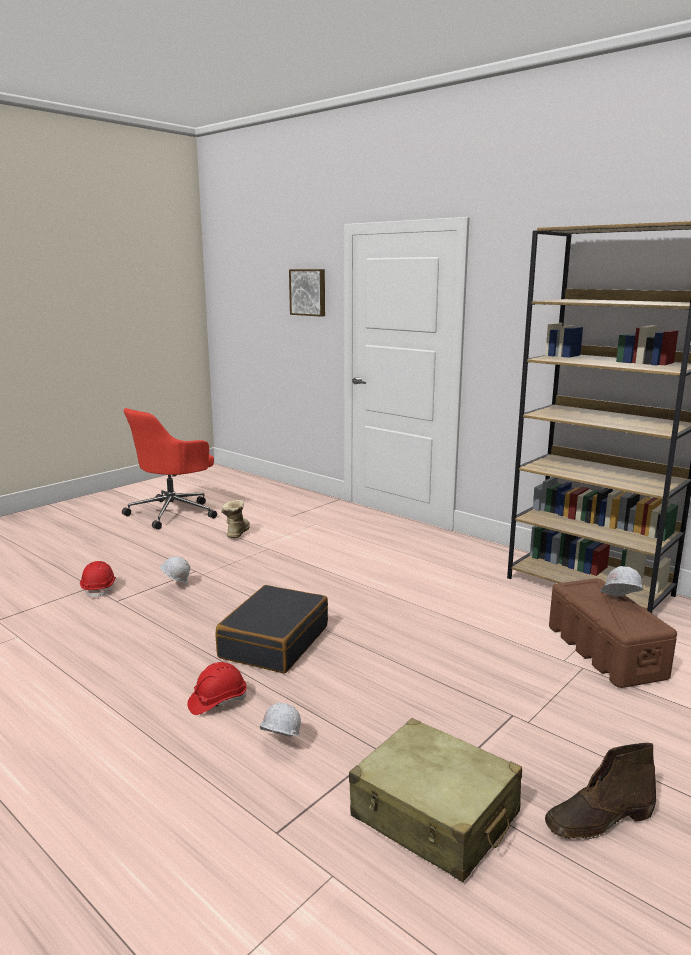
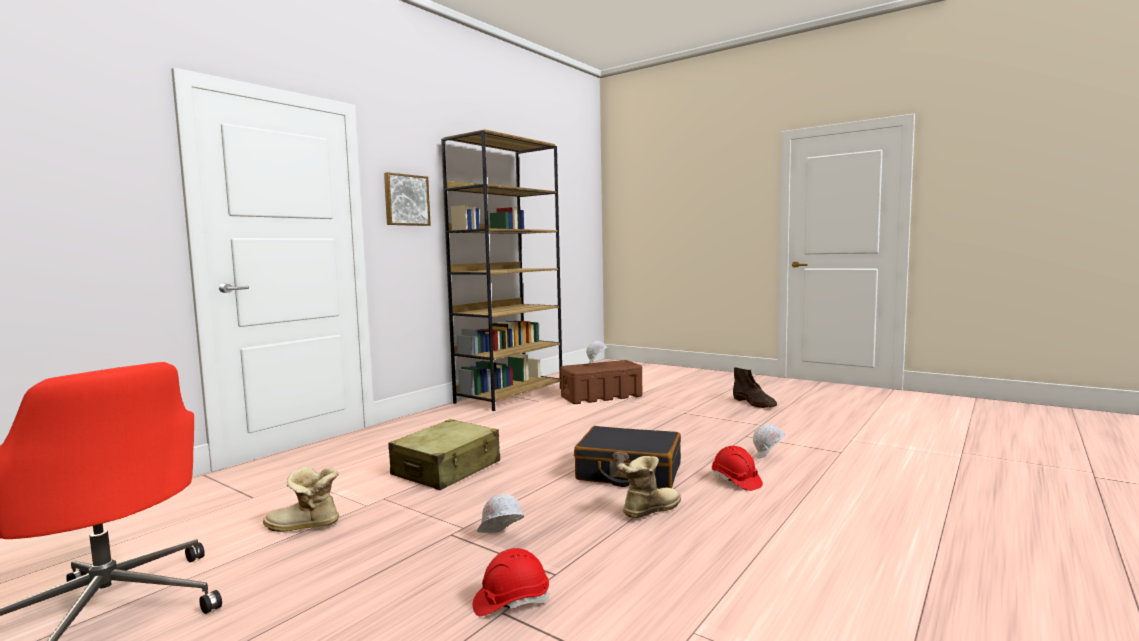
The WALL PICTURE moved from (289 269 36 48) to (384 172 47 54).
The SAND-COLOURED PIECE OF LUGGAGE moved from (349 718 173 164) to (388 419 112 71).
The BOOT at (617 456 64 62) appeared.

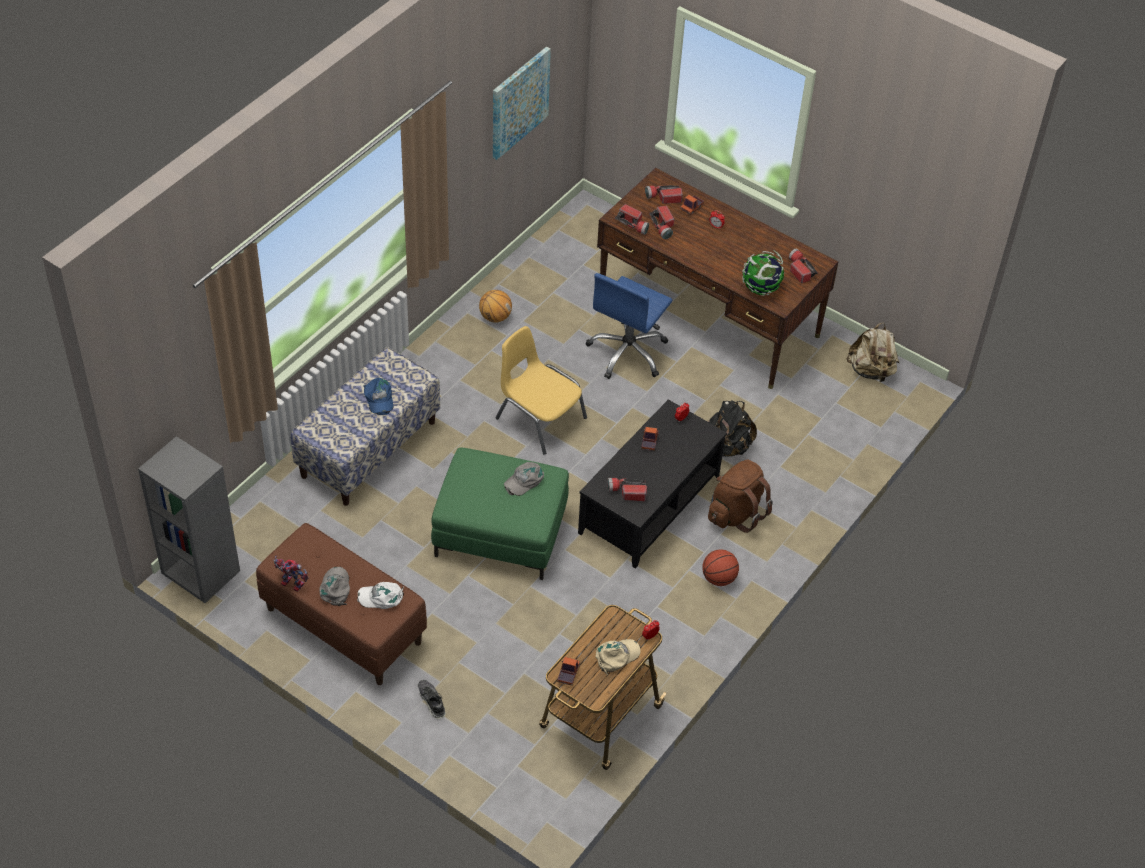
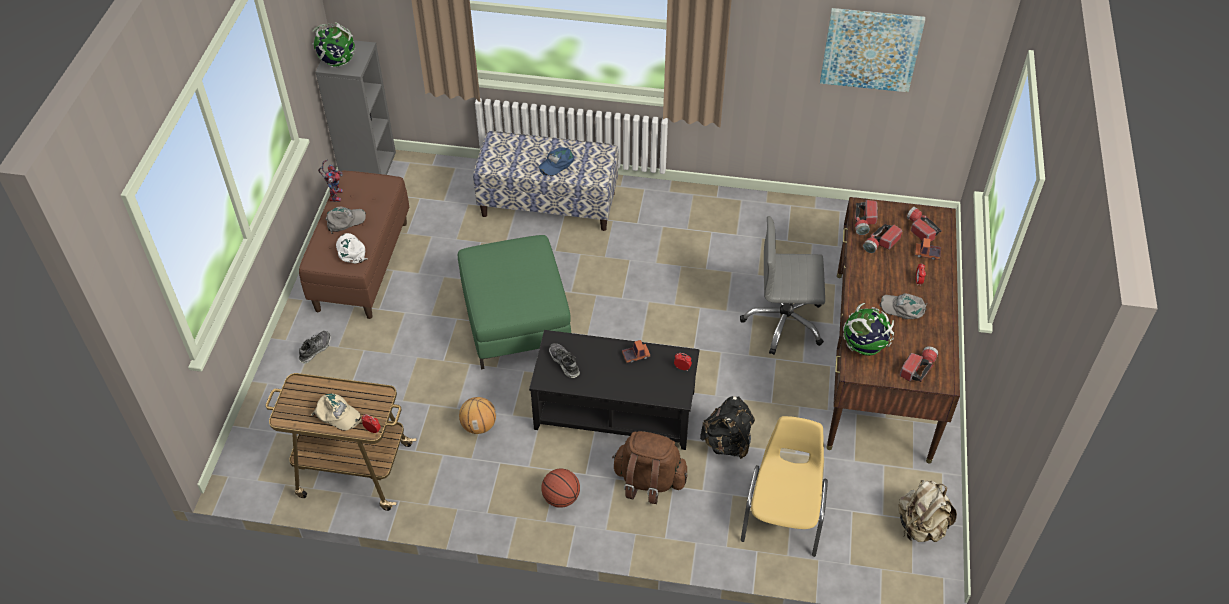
The BLUE-COLOURED COMPUTER CHAIR at (586 273 86 106) became the GREY COMPUTER CHAIR at (740 216 85 139).
The BALL FOR BASKETBALL moved from (479 290 33 33) to (459 397 37 37).
The YELLOWISH PLAIN CHAIR moved from (495 326 92 128) to (741 416 87 141).
The GREY PEAKED CAP moved from (504 462 40 34) to (880 293 47 26).
The TORCH at (608 478 39 23) was replaced by the LOW SHOE at (549 343 31 35).
The TOY TRUCK at (557 657 23 29) disappeared.
The GLOBE at (312 22 44 45) appeared.

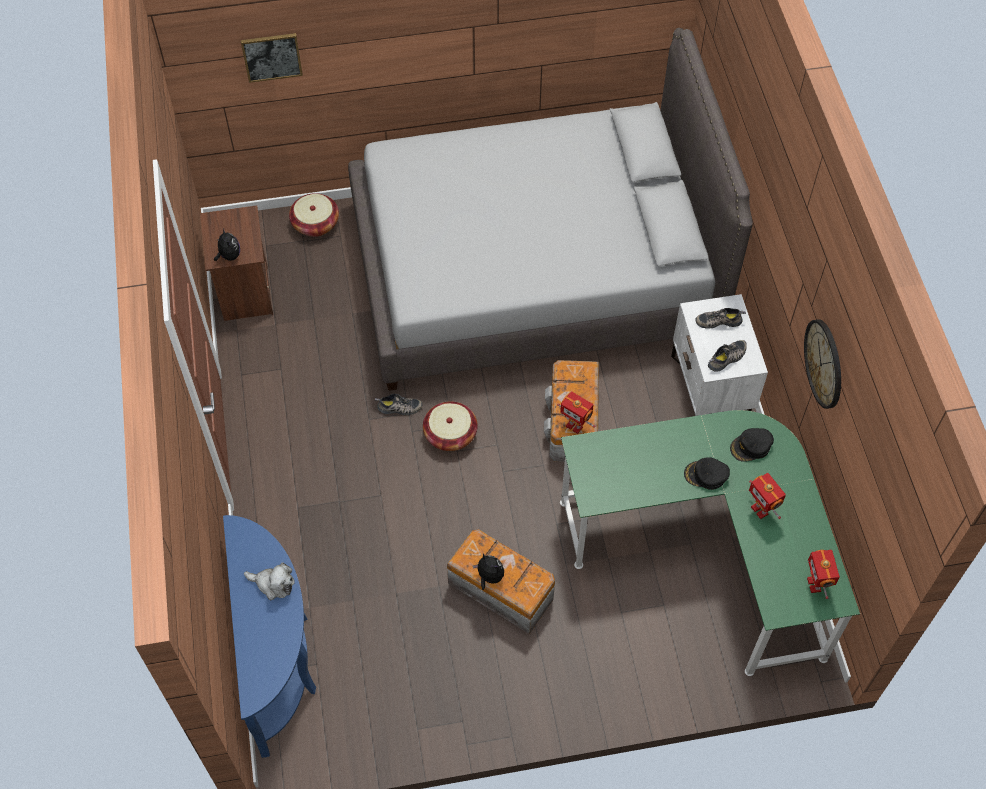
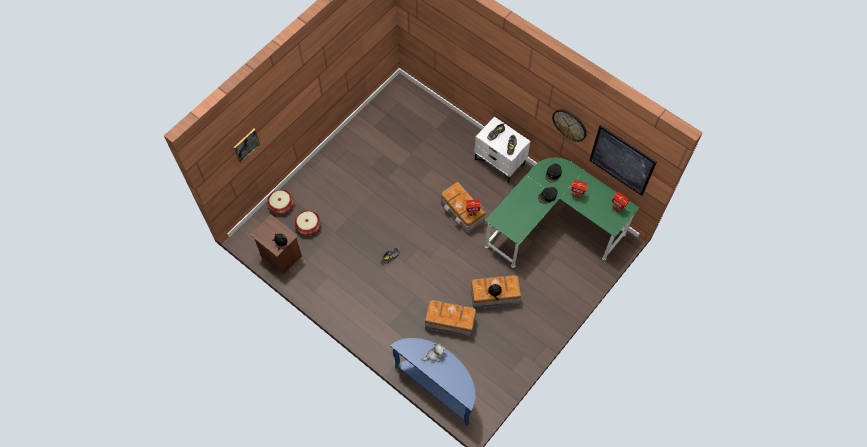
The GREY SLEEPING BED at (348 28 405 363) disappeared.
The HOUSEHOLD BASKET moved from (423 401 55 50) to (294 210 27 25).
The WALL PICTURE at (589 125 68 71) appeared.
The STORAGE BOX at (425 300 51 38) appeared.

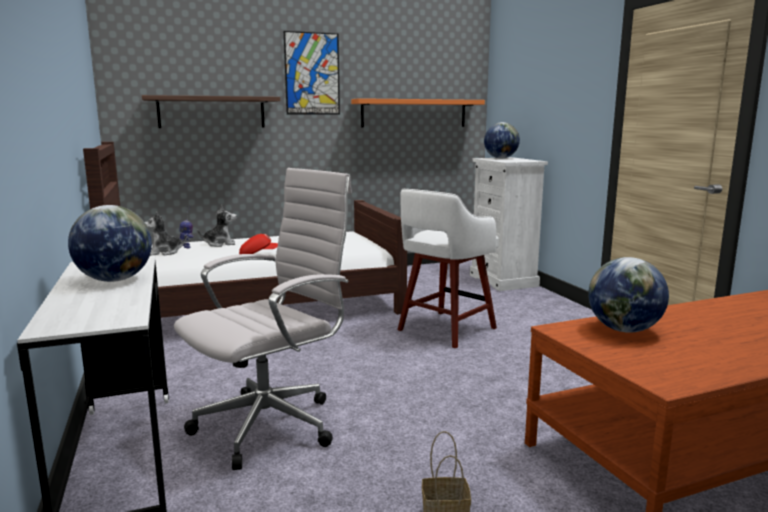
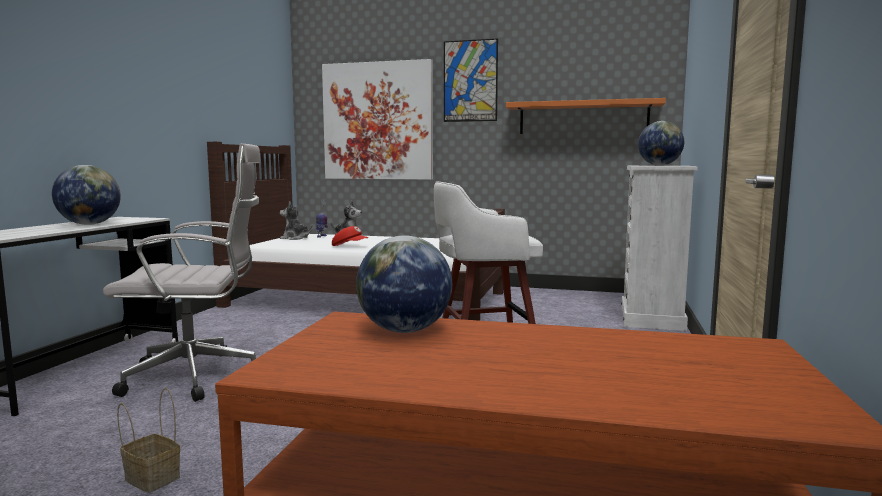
The SHELF at (142 95 138 33) was replaced by the WALL PICTURE at (322 59 111 121).

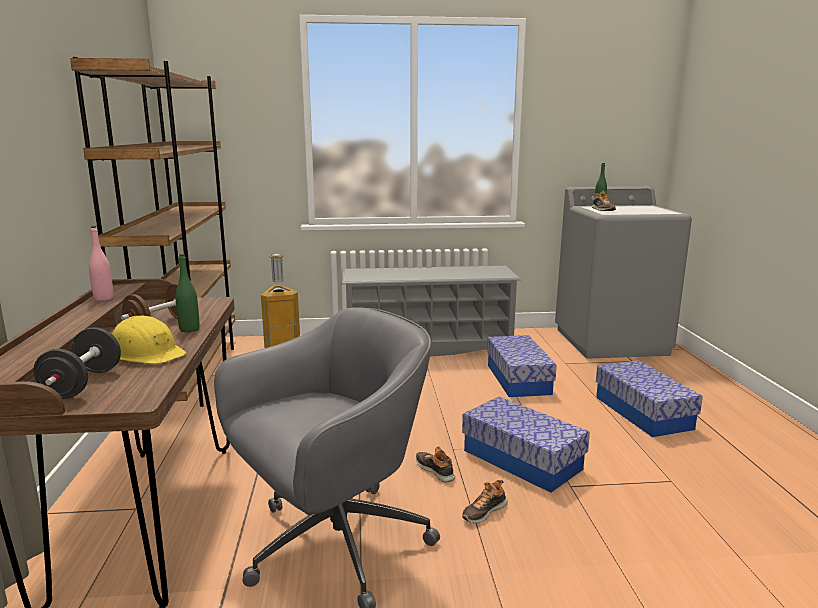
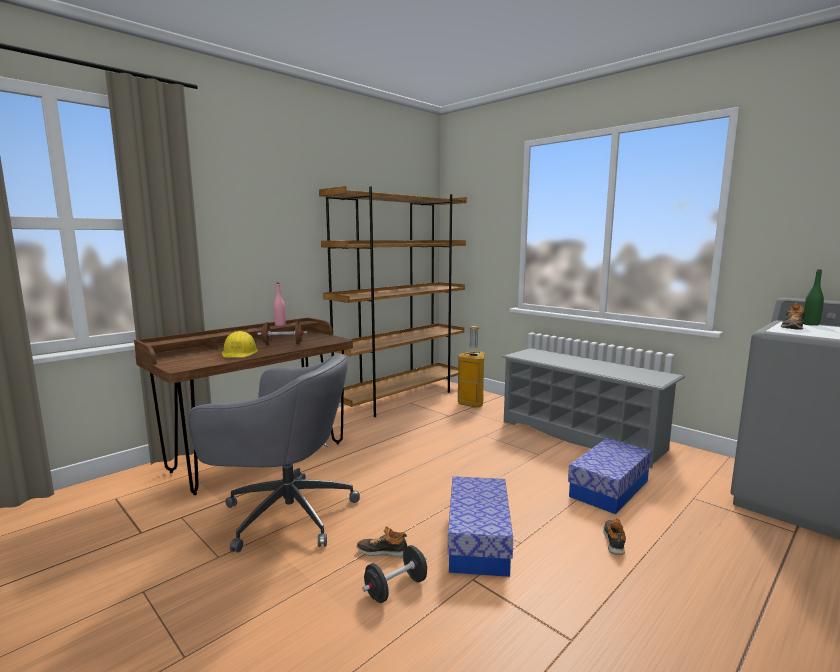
The GREENISH DRINK BOTTLE at (175 254 24 78) disappeared.
The BLACK-COLOURED HAND WEIGHT moved from (33 327 88 72) to (362 545 65 58).
The STORAGE BOX at (596 360 107 77) disappeared.
The LOW SHOE moved from (416 447 39 36) to (603 519 23 36).

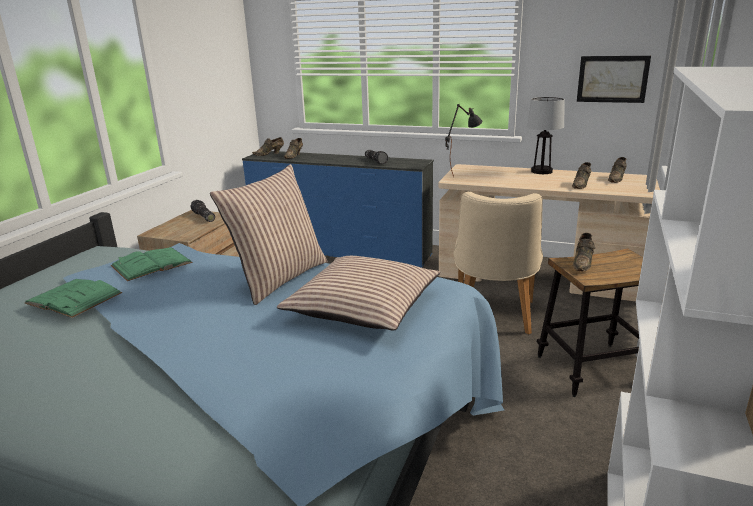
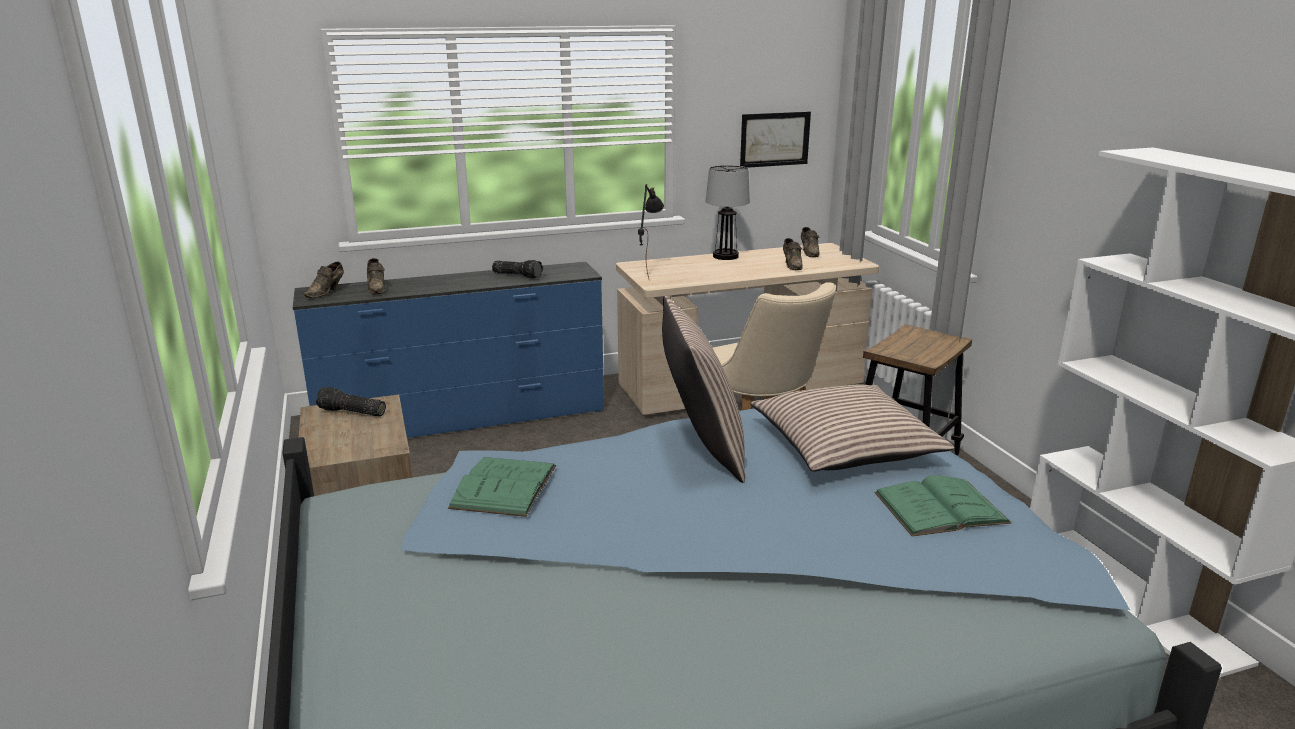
The BROWN LOW SHOE at (573 233 22 38) disappeared.
The GREENISH VOLUME moved from (25 279 97 39) to (874 475 138 61).

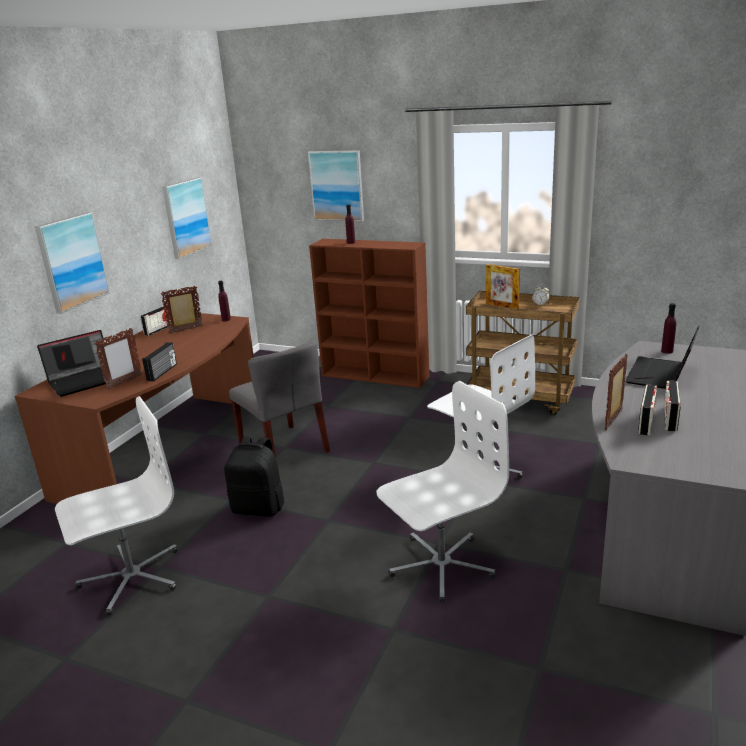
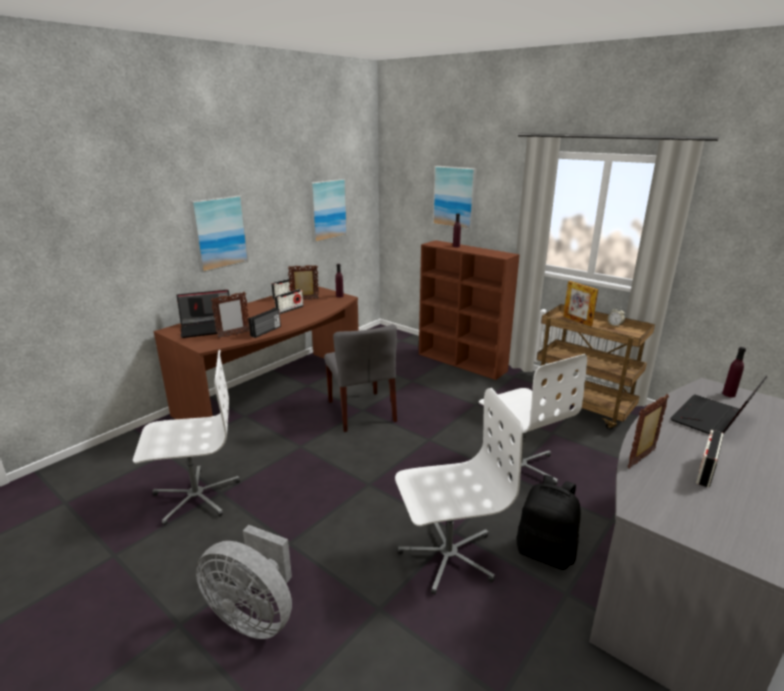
The RADIO SET moved from (638 385 19 51) to (274 289 30 25).
The BLACK-COLOURED KNAPSACK moved from (224 437 61 80) to (517 475 64 95).
The GREY FAN at (195 525 97 114) appeared.

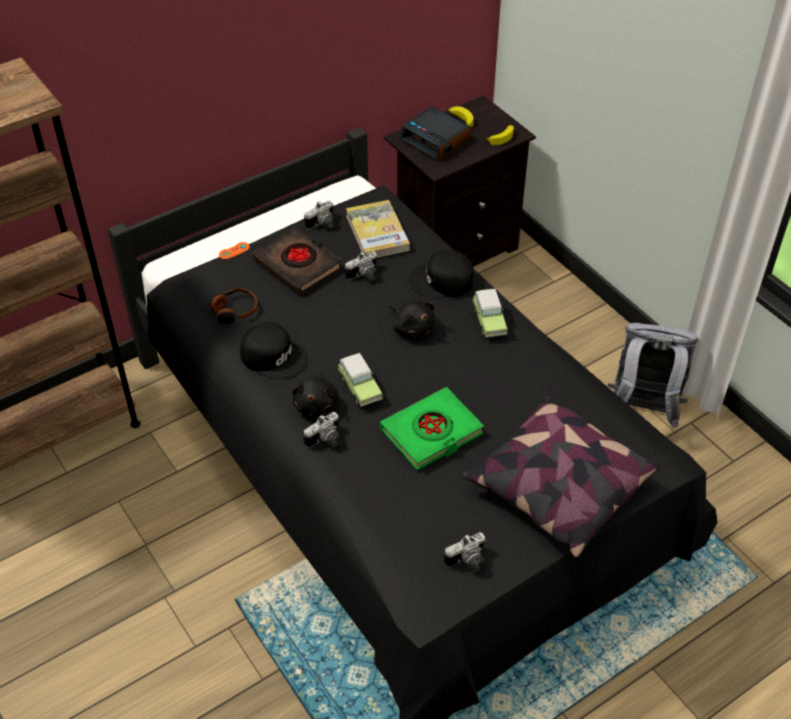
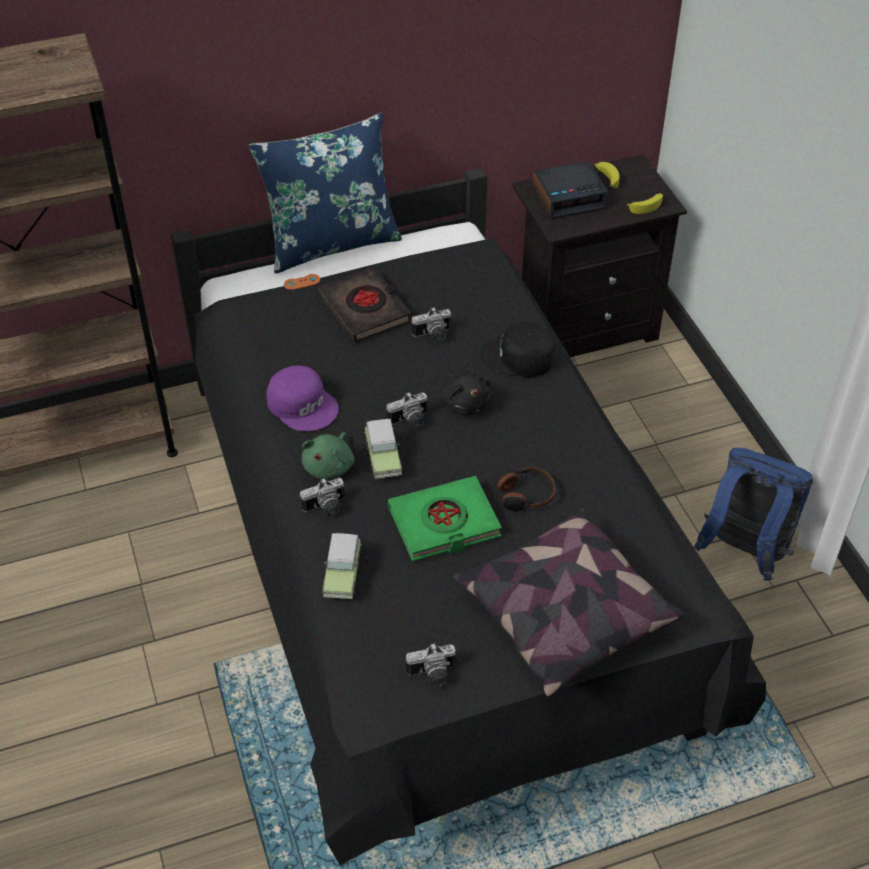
The BEDSIDE CLOCK at (400 107 71 54) turned 75 degrees counterclockwise.
The STILL CAMERA moved from (304 200 32 30) to (386 392 41 37).
The VOLUME at (346 200 64 58) disappeared.
The HEADSET moved from (206 288 52 36) to (492 467 64 44).
The TOY CAR moved from (472 289 36 49) to (323 532 39 67).
The BLACK-COLOURED PEAKED CAP at (240 322 67 57) became the PURPLISH PEAKED CAP at (266 365 73 66).
The GREY KNAPSACK at (608 323 90 105) became the BLUE-COLOURED KNAPSACK at (694 448 119 133).
The BLACK-COLOURED SOFT TOY at (292 372 47 44) became the GREENISH SOFT TOY at (302 432 52 47).
The BLUE-COLOURED THROW PILLOW at (249 113 153 160) appeared.

